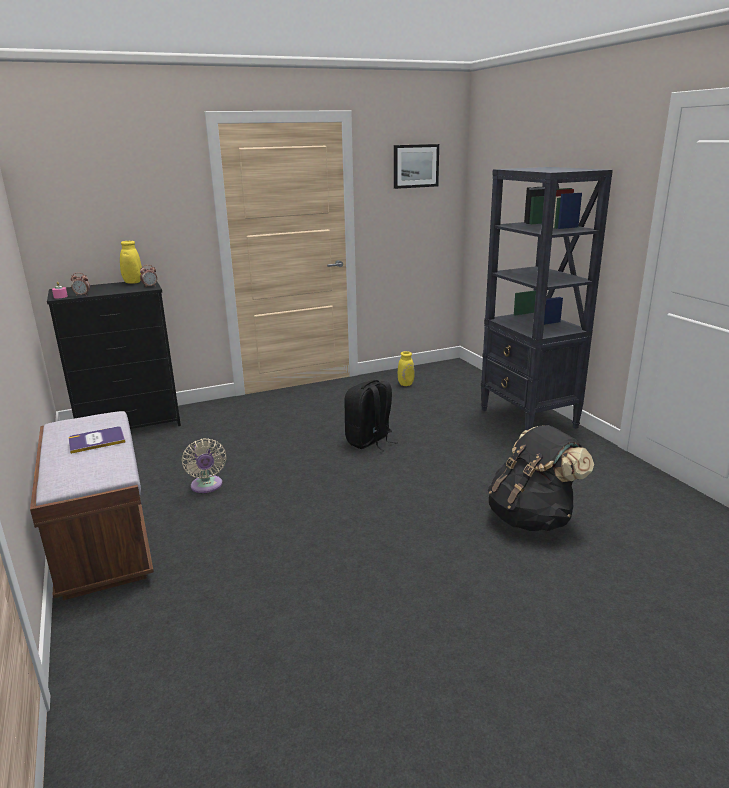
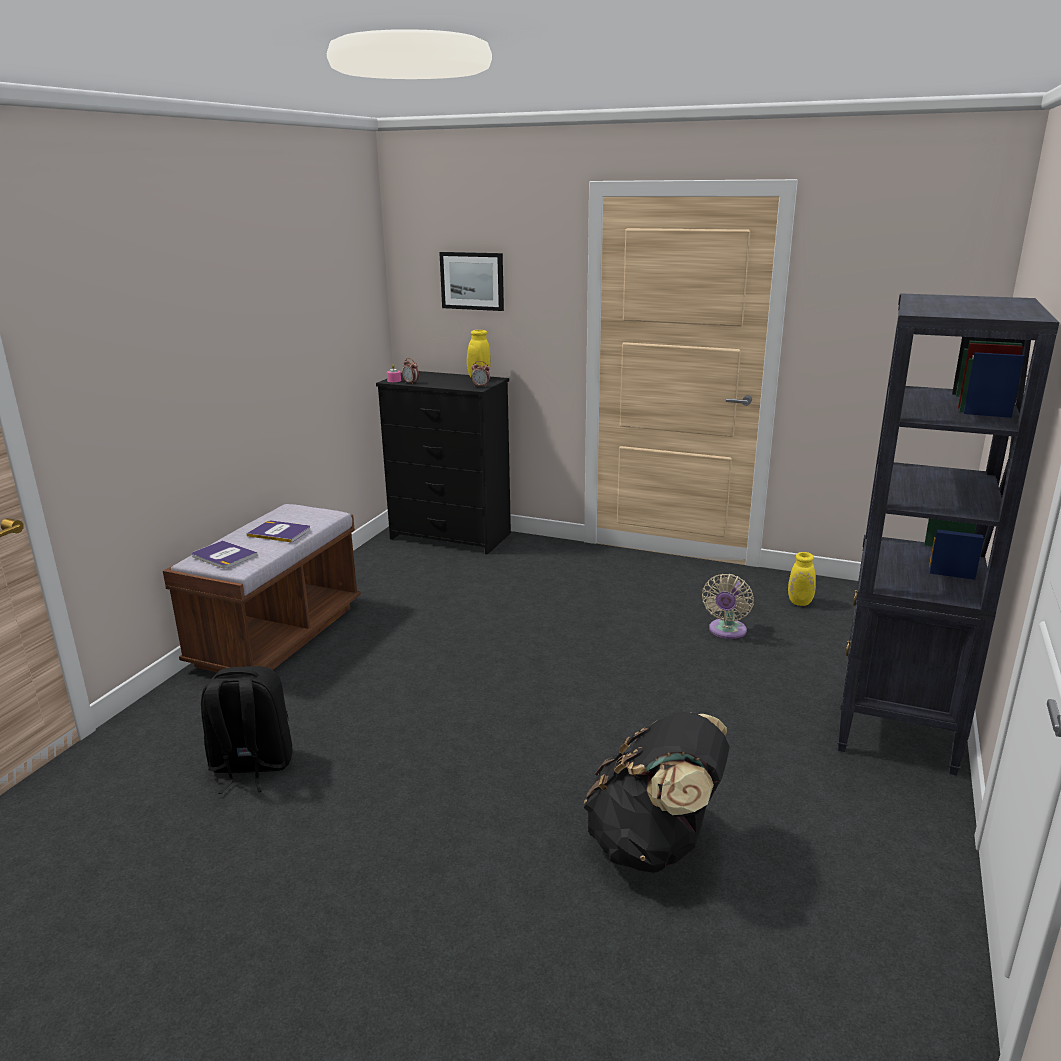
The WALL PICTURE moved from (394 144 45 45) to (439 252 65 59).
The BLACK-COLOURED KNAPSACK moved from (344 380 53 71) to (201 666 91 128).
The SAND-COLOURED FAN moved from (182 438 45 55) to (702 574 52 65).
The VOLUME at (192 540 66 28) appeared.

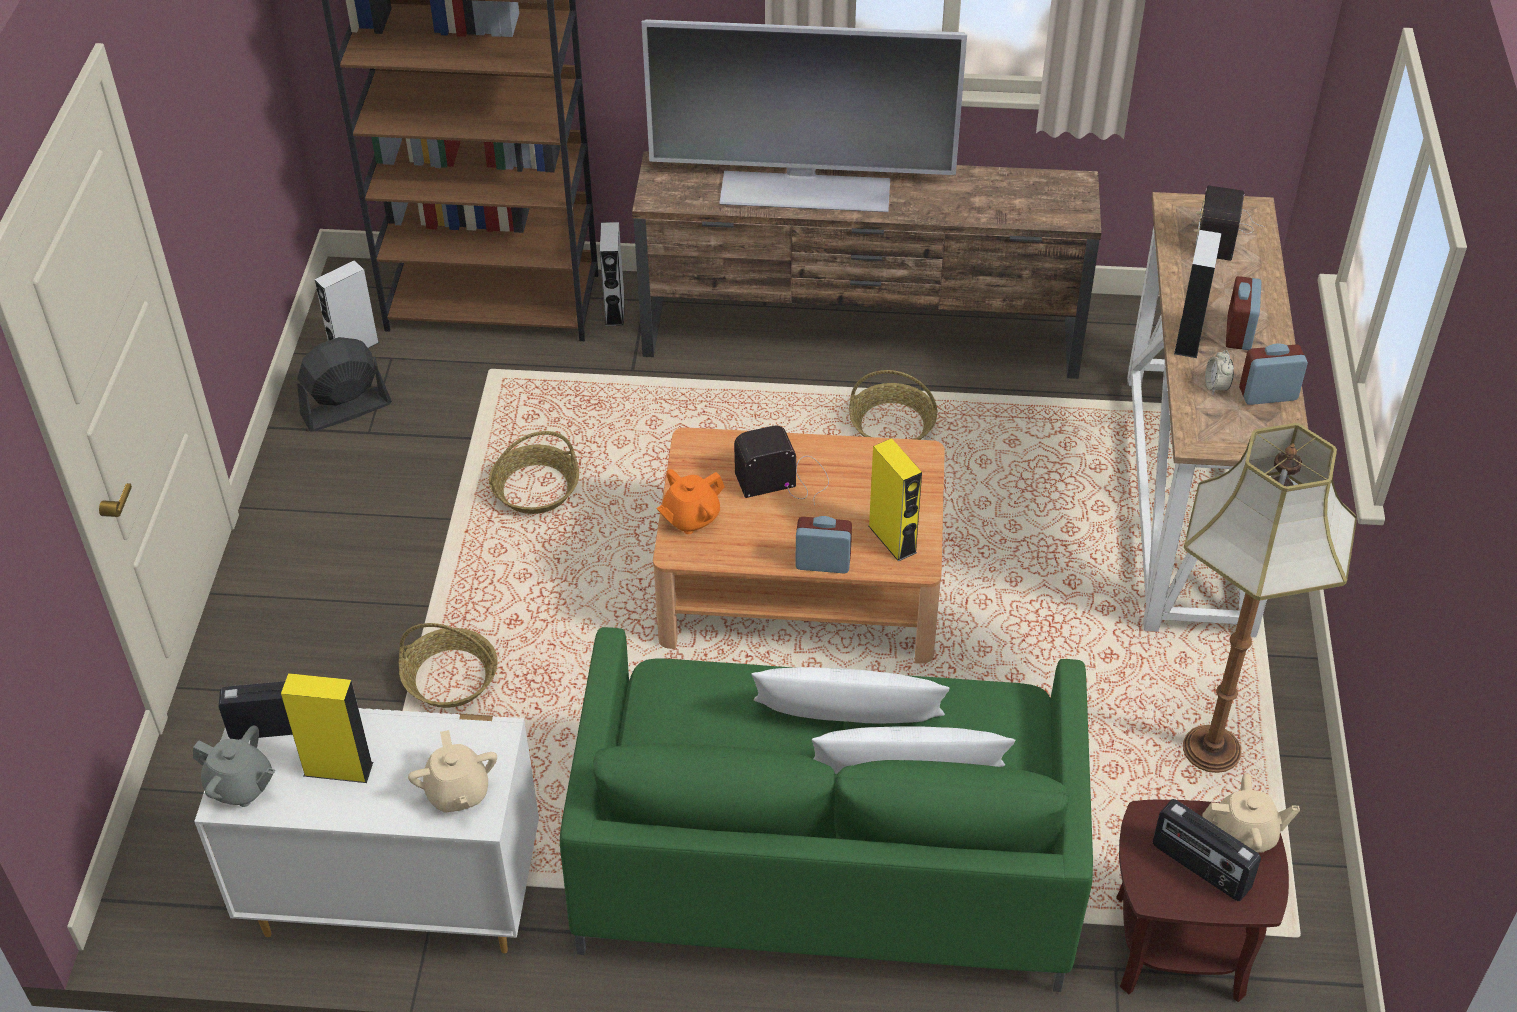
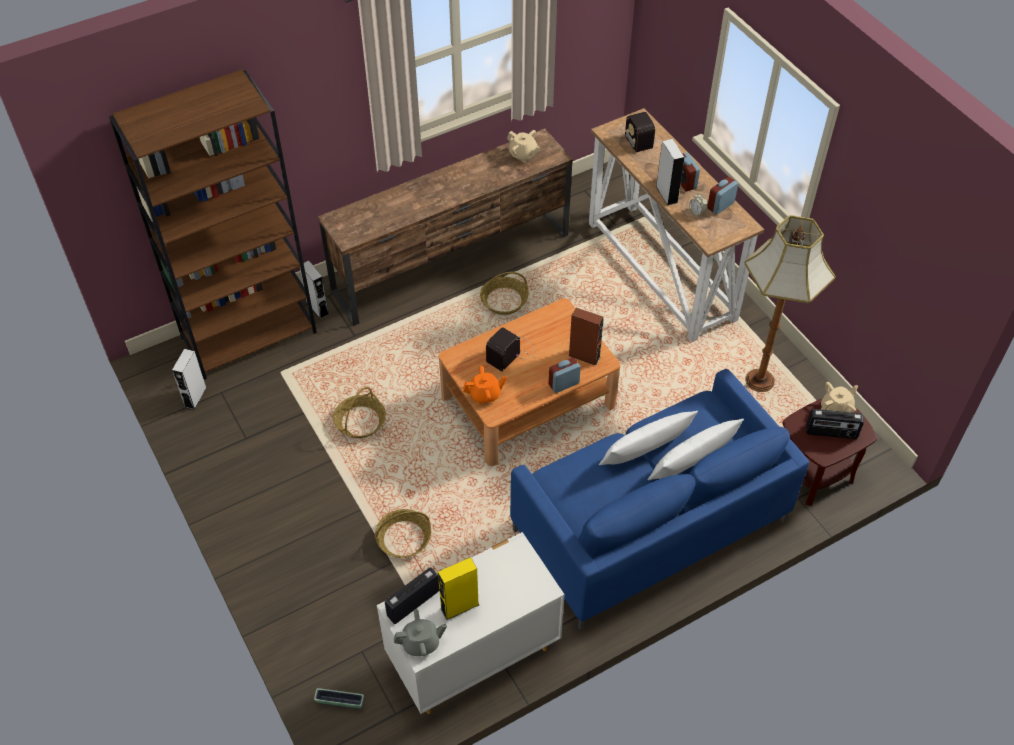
The TV at (642 19 325 193) disappeared.
The BLACK-COLOURED FAN at (297 337 95 95) disappeared.
The YELLOWISH SPEAKER at (868 438 54 124) became the BROWN SPEAKER at (568 308 36 57).
The ORANGEY POT FOR TEA at (656 469 69 65) turned 120 degrees counterclockwise.
The GREENISH SETTEE at (560 627 533 365) became the BLUE-COLOURED SETTEE at (510 369 299 262).
The SAND-COLOURED POT FOR TEA moved from (408 730 89 83) to (507 130 34 32).
The PLANTER at (314 688 50 21) appeared.

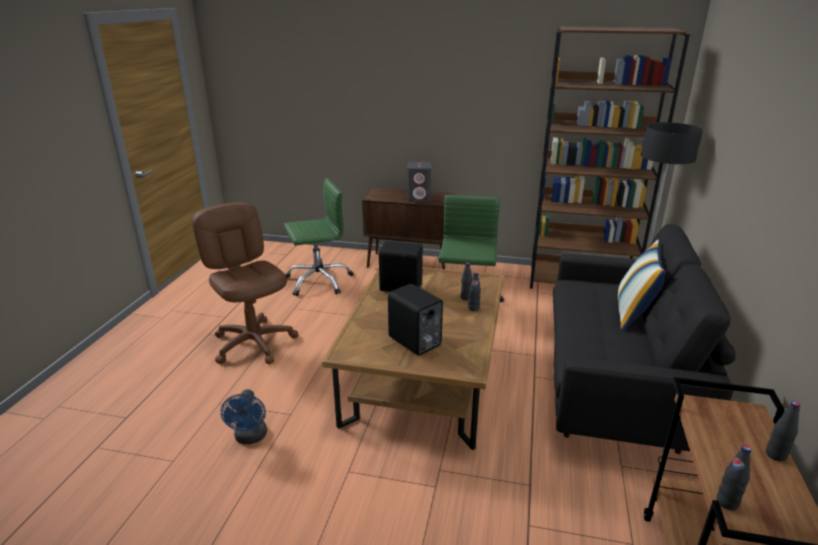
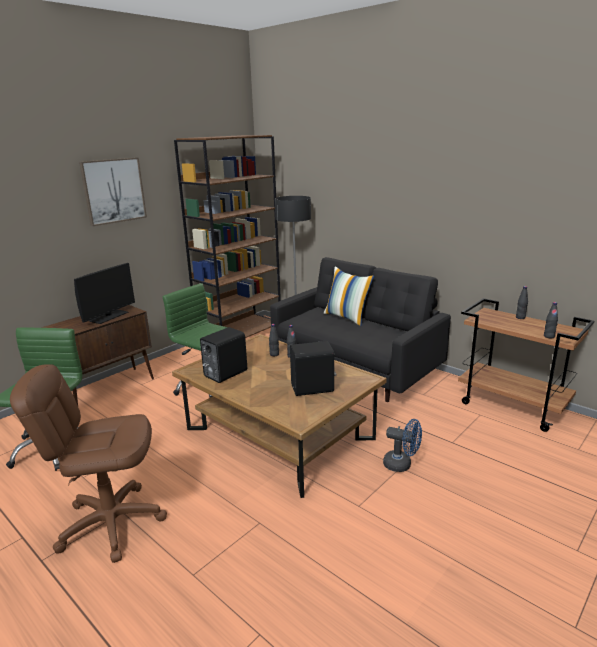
The GREY SPEAKER at (407 162 24 40) was replaced by the COMPUTER DISPLAY at (74 263 61 61).
The BLUE-COLOURED FAN moved from (221 389 46 55) to (383 419 39 53).
The WALL PICTURE at (79 157 68 69) appeared.

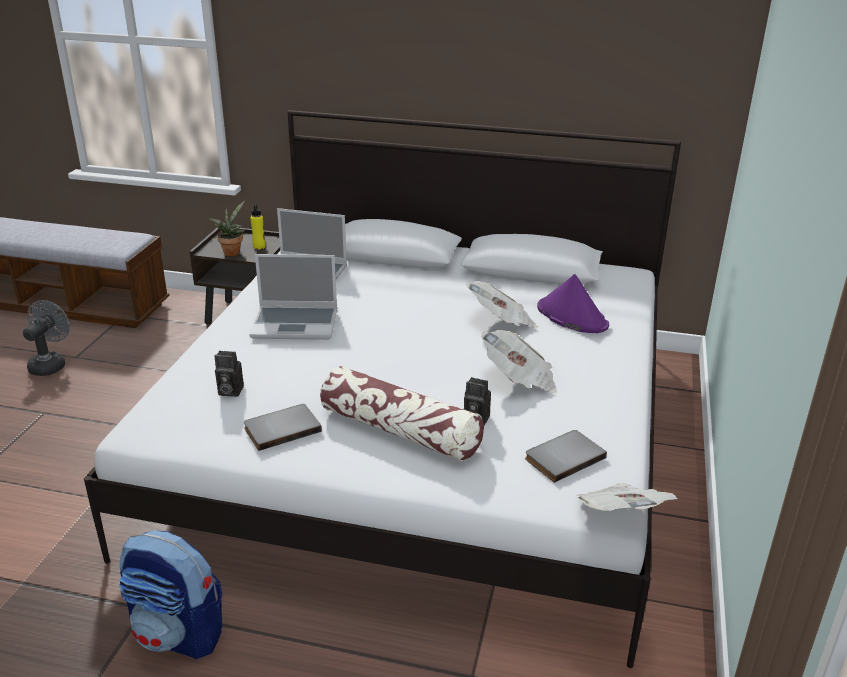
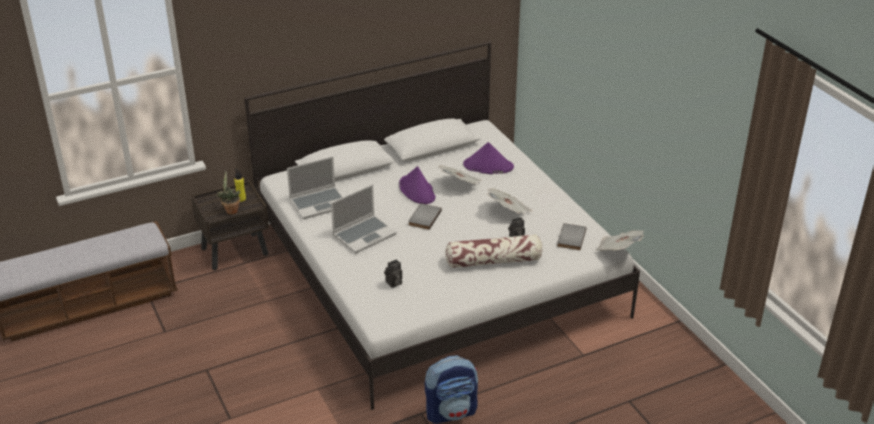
The GREY FAN at (23 300 47 76) disappeared.
The GREY VOLUME moved from (244 404 78 47) to (408 203 34 27).
The PURPLISH WEARABLE HAT at (399 166 37 38) appeared.

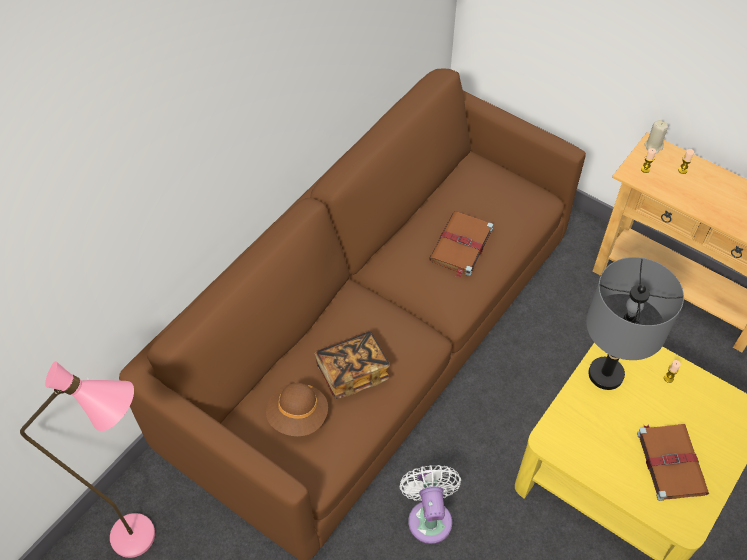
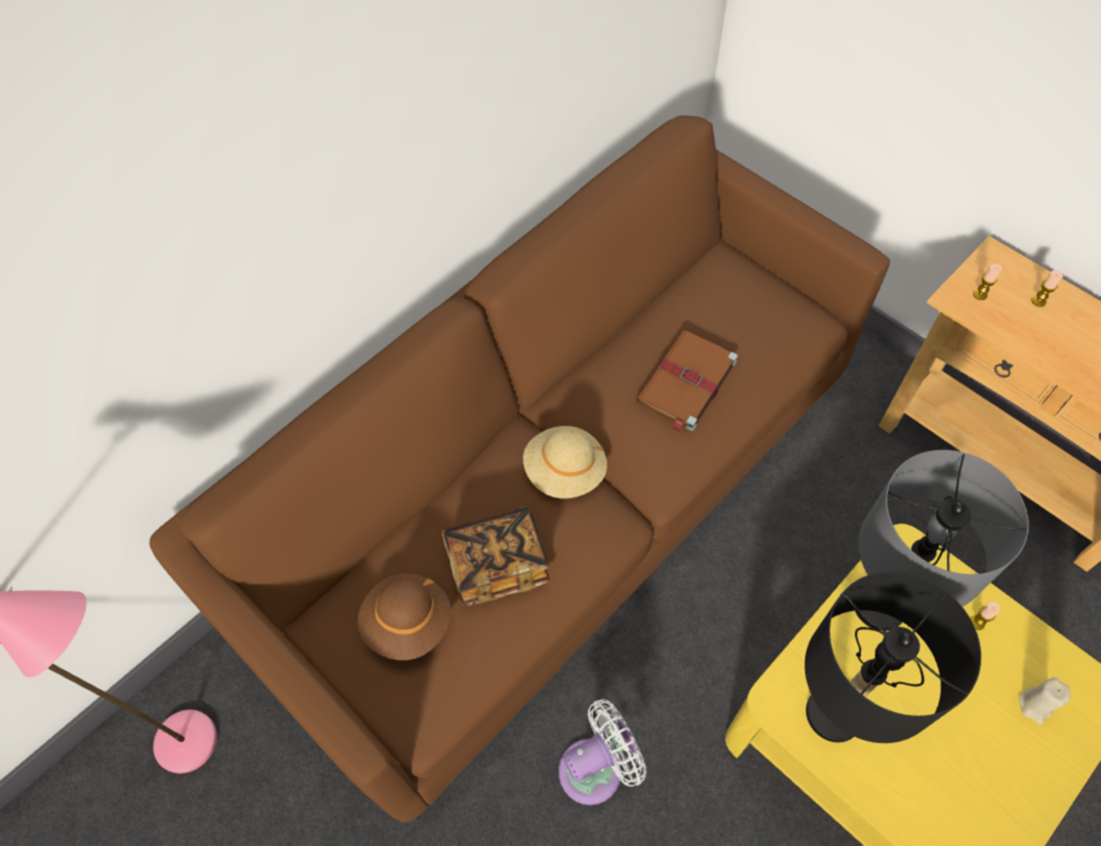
The SAND-COLOURED CANDLE moved from (644 120 24 34) to (1019 677 51 47).
The BROWN VOLUME at (637 424 72 77) disappeared.
The WHITE-COLOURED FAN at (399 465 62 79) turned 60 degrees clockwise.
The SAND-COLOURED WEARABLE HAT at (523 426 84 72) appeared.
The BLACK-COLOURED LAMP FOR A TABLE at (805 571 176 172) appeared.

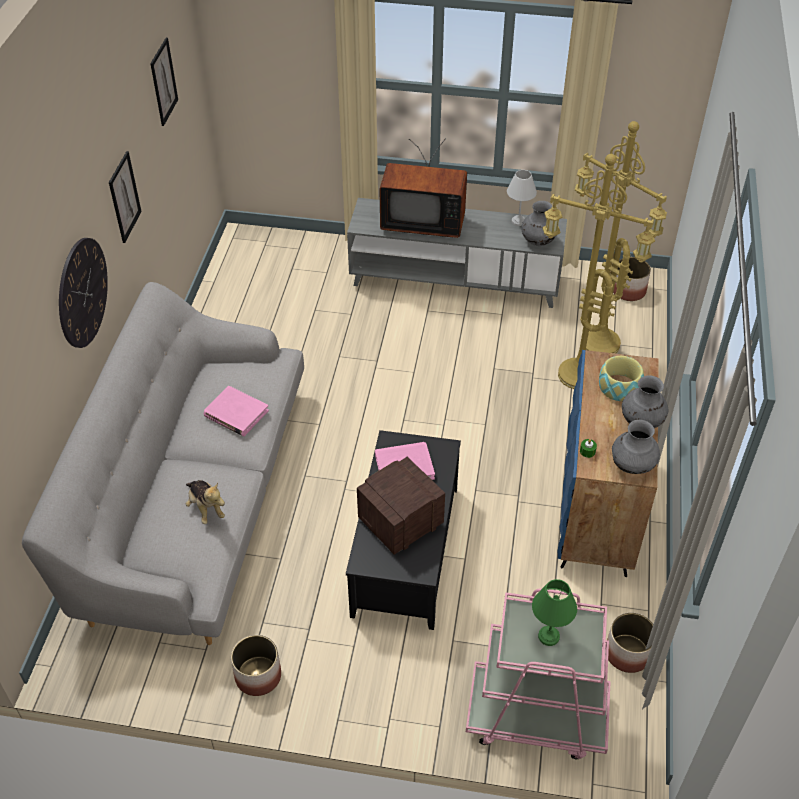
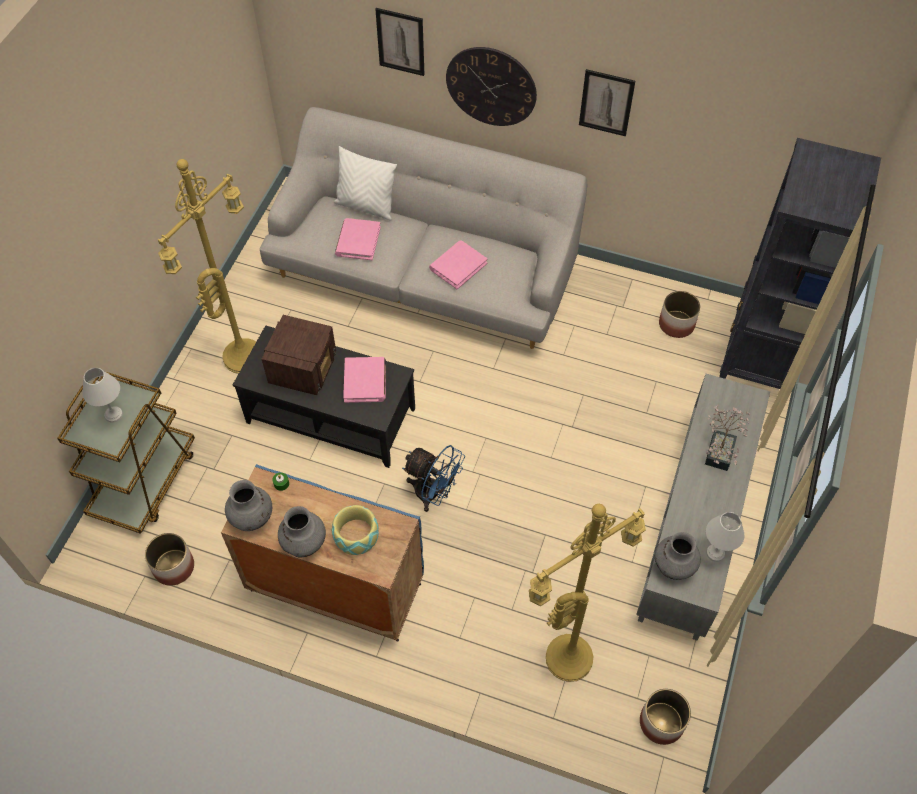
The WALL PICTURE moved from (150 38 28 88) to (375 8 49 68).
The TV at (379 138 88 100) was replaced by the HOUSEPLANT at (705 405 45 66).
The YELLOWISH FLOOR LAMP moved from (543 154 112 235) to (158 159 98 215).
The RADIO SET at (357 457 88 98) turned 45 degrees clockwise.
The SOFT TOY at (186 480 39 44) was replaced by the PINK-COLOURED VOLUME at (335 218 46 42).
The GREENISH LAMP FOR A TABLE at (532 579 45 67) became the WHITE-COLOURED LAMP FOR A TABLE at (82 368 41 55).
The PINK-COLOURED WHEELED CART at (466 588 145 172) became the BROWN WHEELED CART at (57 372 138 162).
The PLANTER moved from (231 635 50 61) to (659 291 41 47).
The BLACK-COLOURED SHELVING UNIT at (719 138 162 251) appeared.
The WHITE-COLOURED THROW PILLOW at (334 146 63 74) appeared.
The BLUE-COLOURED FAN at (402 445 63 67) appeared.

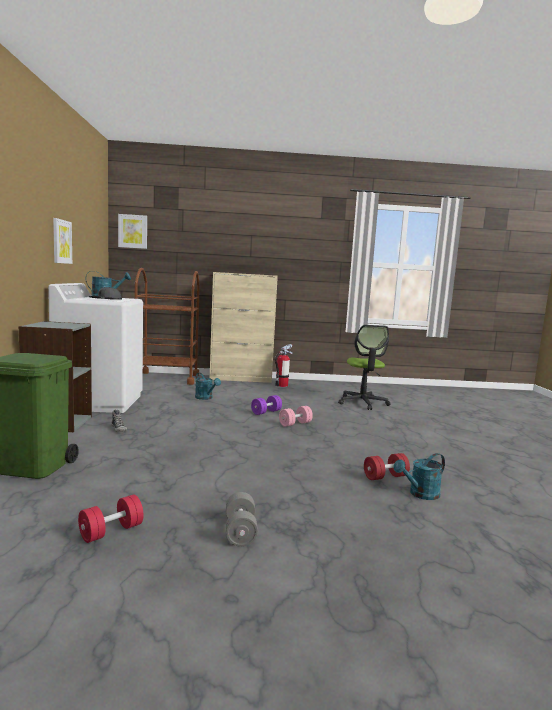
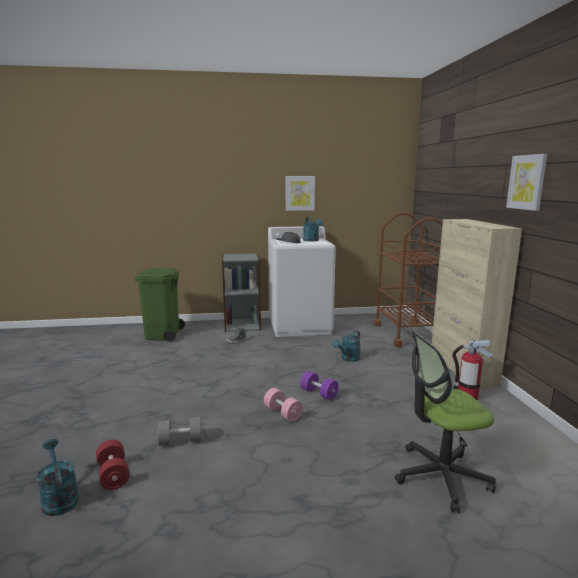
The WALL PICTURE moved from (118 214 29 35) to (506 154 41 57).
The GREY HAND WEIGHT moved from (226 492 32 55) to (157 417 46 29).
The REDDISH HAND WEIGHT at (78 495 65 48) disappeared.

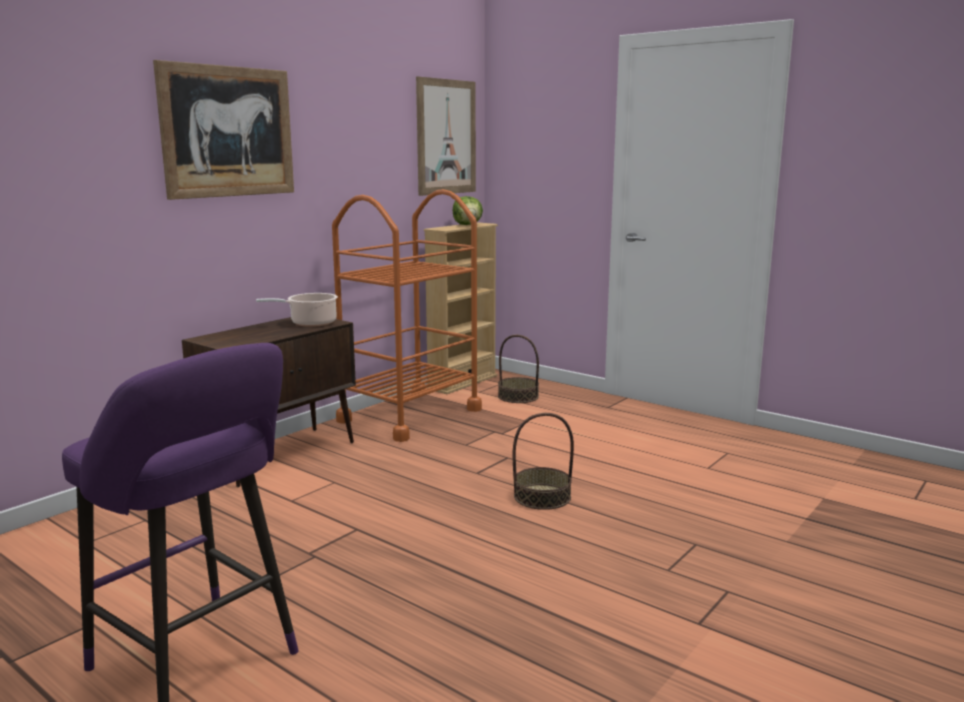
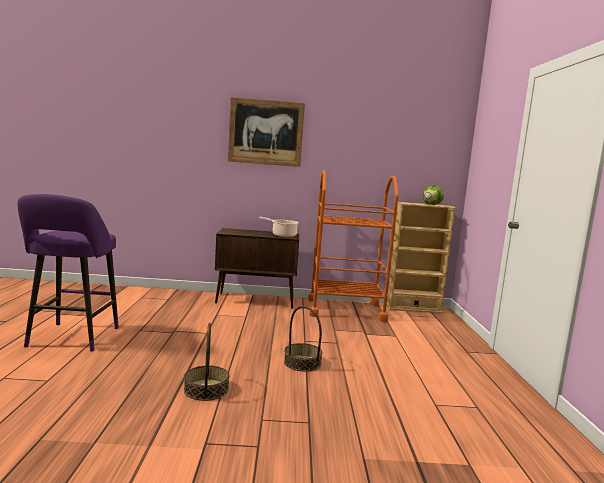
The WALL PICTURE at (416 76 60 120) disappeared.
The HOUSEHOLD BASKET moved from (498 335 41 68) to (184 323 46 78).

